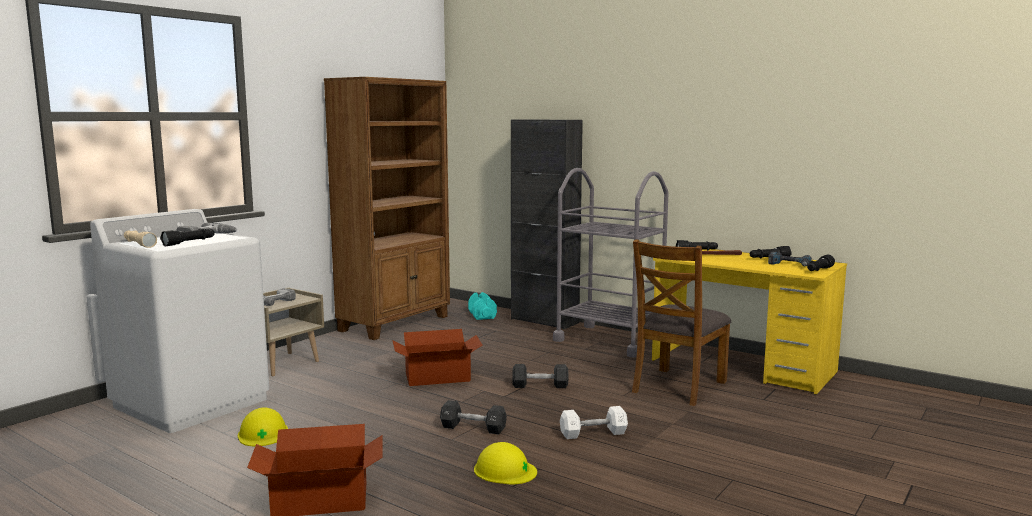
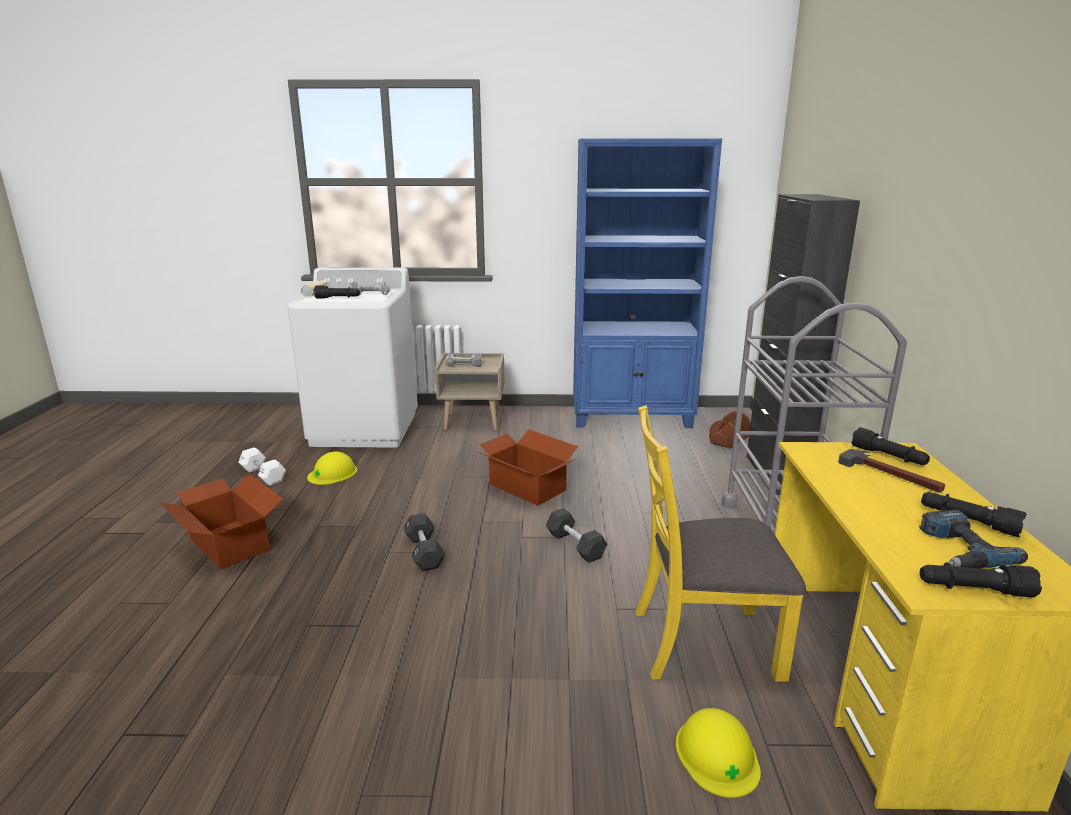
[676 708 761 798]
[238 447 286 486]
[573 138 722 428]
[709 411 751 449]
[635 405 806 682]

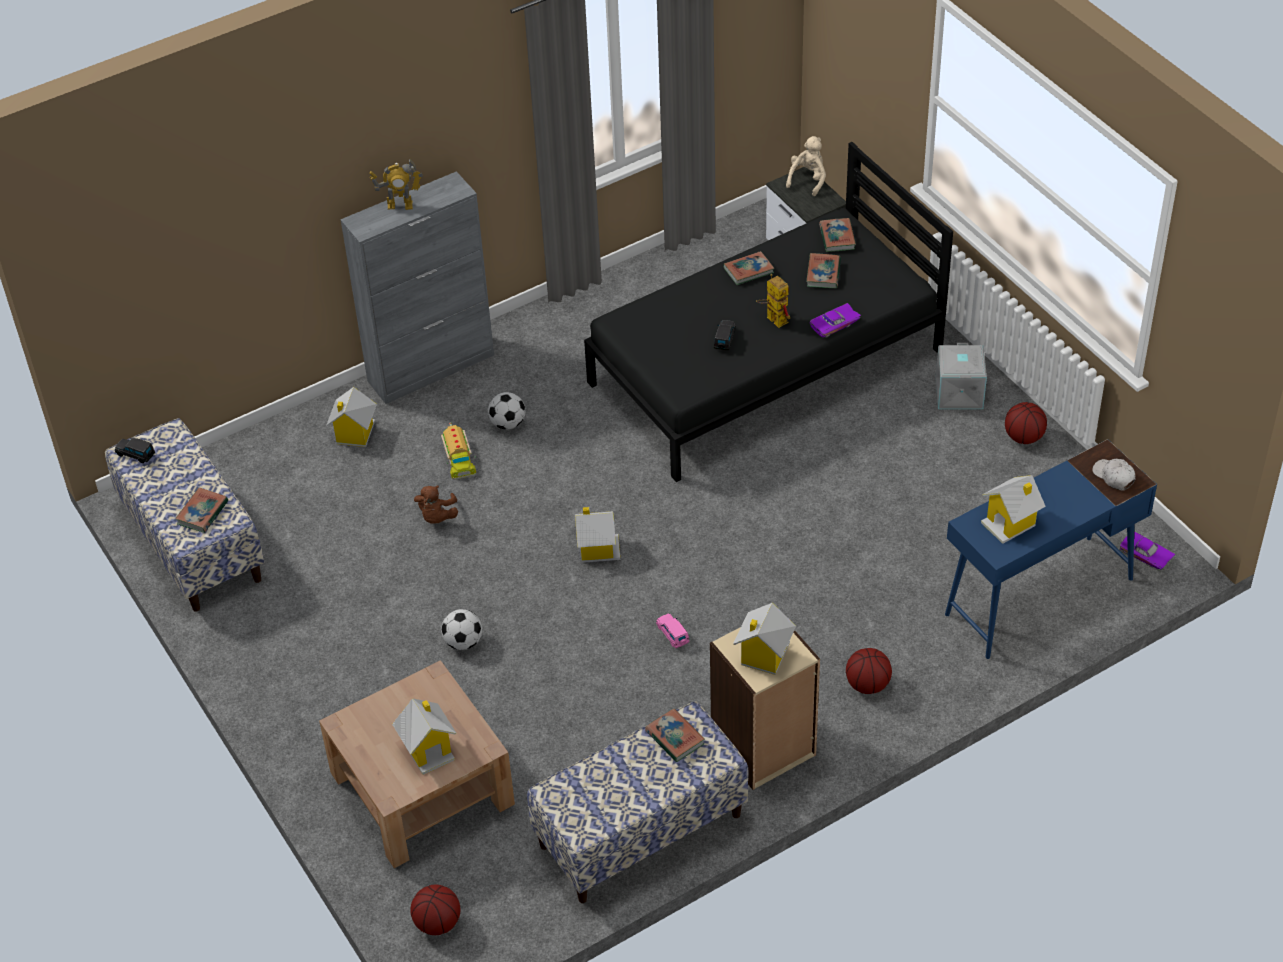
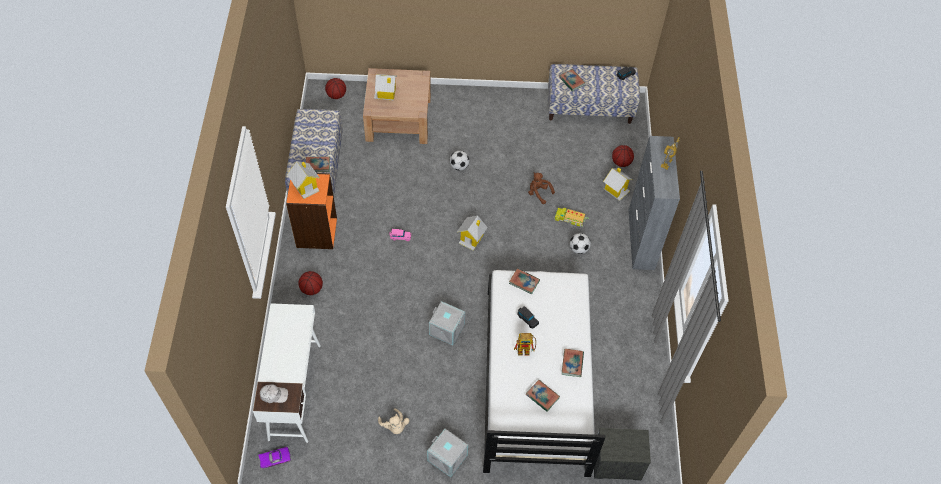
[810 303 861 338] (first image)
[981 475 1046 544] (first image)
[429 301 465 345]
[378 408 410 434]
[509 268 540 295]
[612 145 634 167]
[483 270 605 477]
[286 173 337 249]
[253 303 321 443]

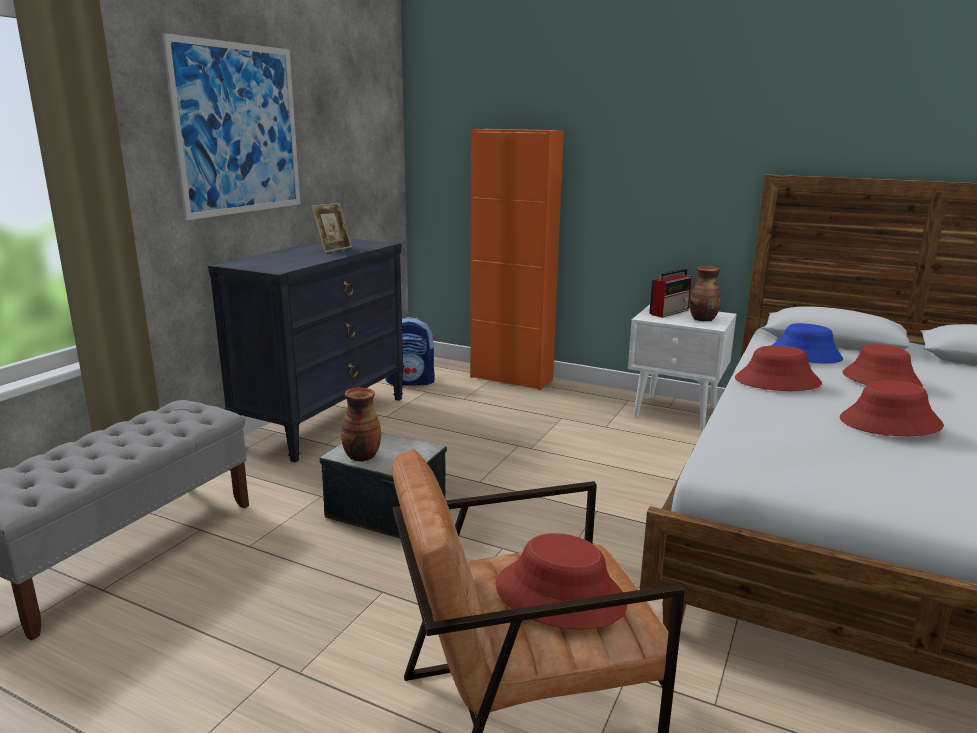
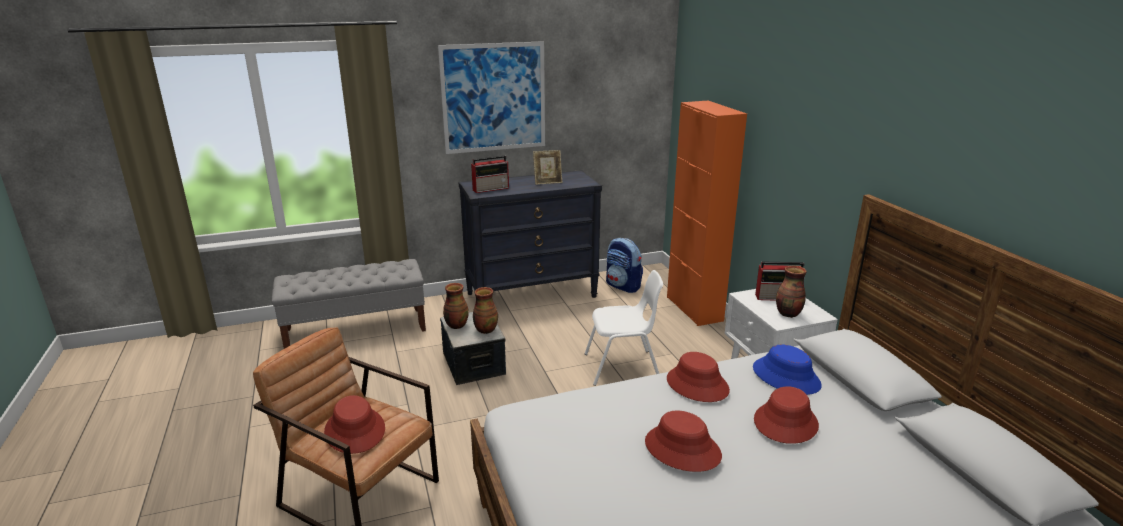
[471 156 509 193]
[473 287 498 334]
[585 270 663 386]

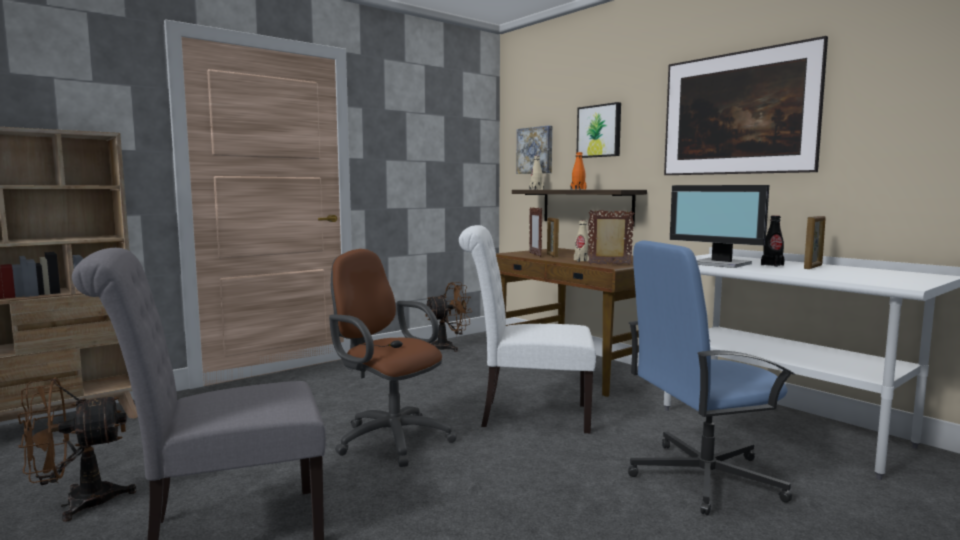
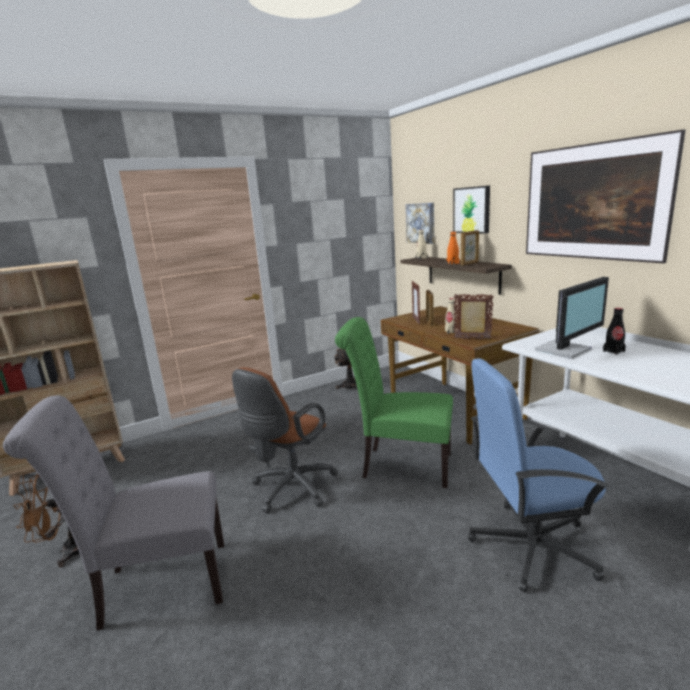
[461 230 479 265]
[335 317 453 488]
[232 367 338 513]
[535 277 609 359]

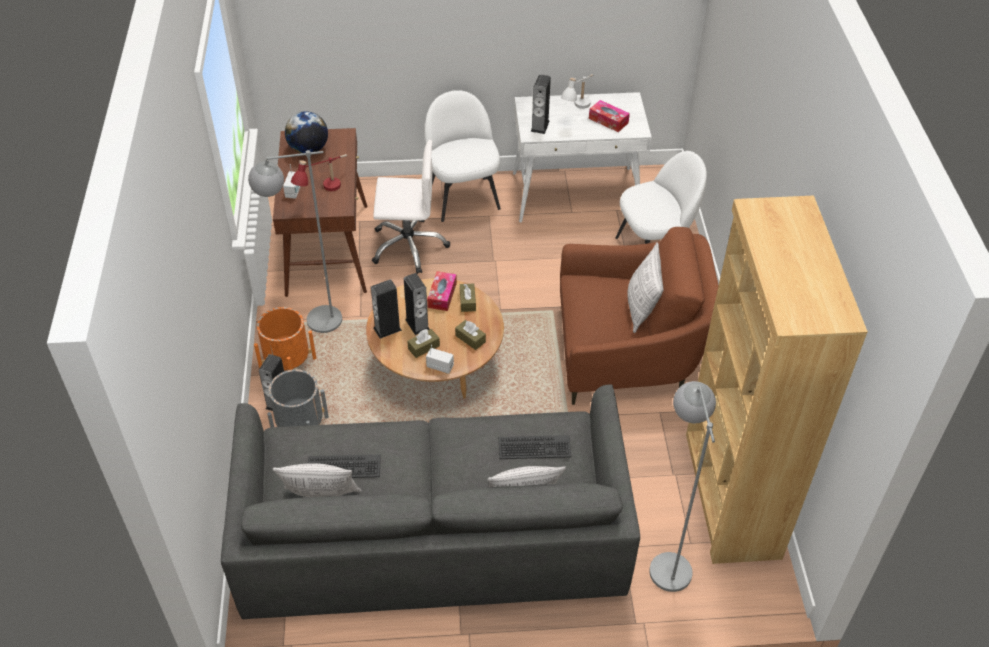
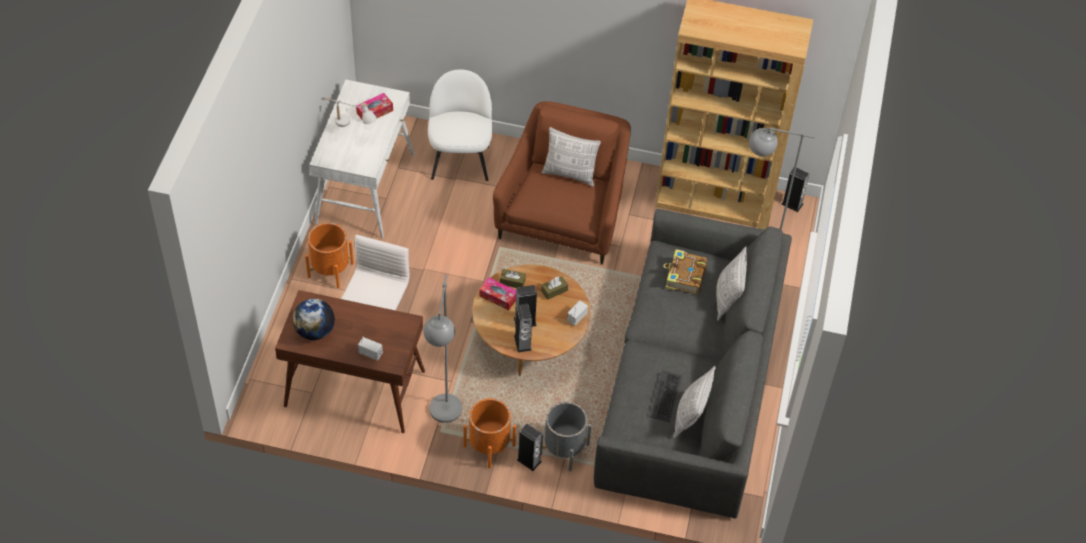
[291 154 347 191] (first image)
[407 329 440 358] (first image)
[782 168 809 212]
[305 223 354 288]
[663 249 707 294]

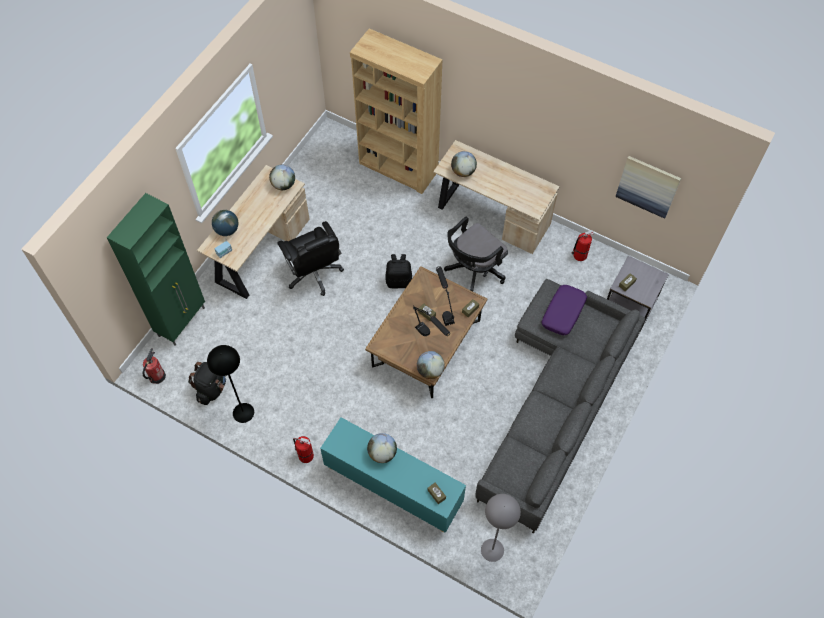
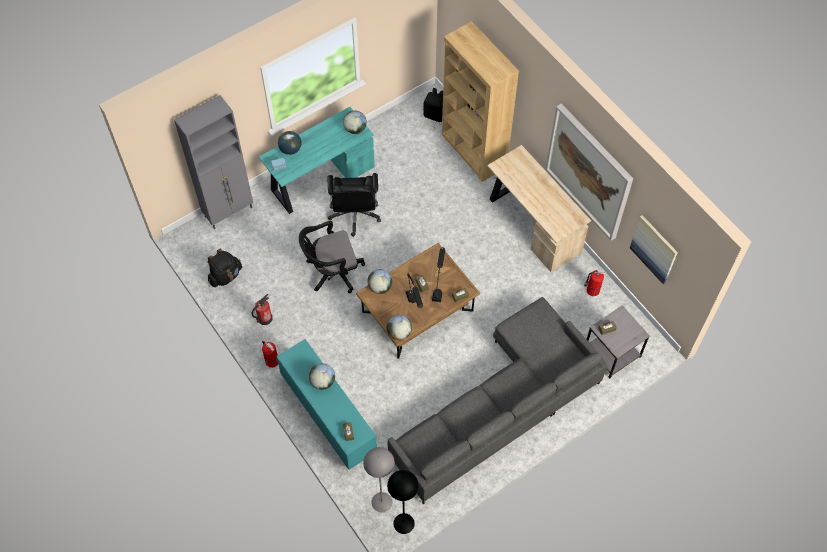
[541 285 587 335] (first image)
[545 103 633 241]
[251 294 273 325]
[387 470 419 534]
[423 88 443 122]
[299 221 365 293]
[367 269 392 294]
[174 95 253 229]
[259 107 375 214]

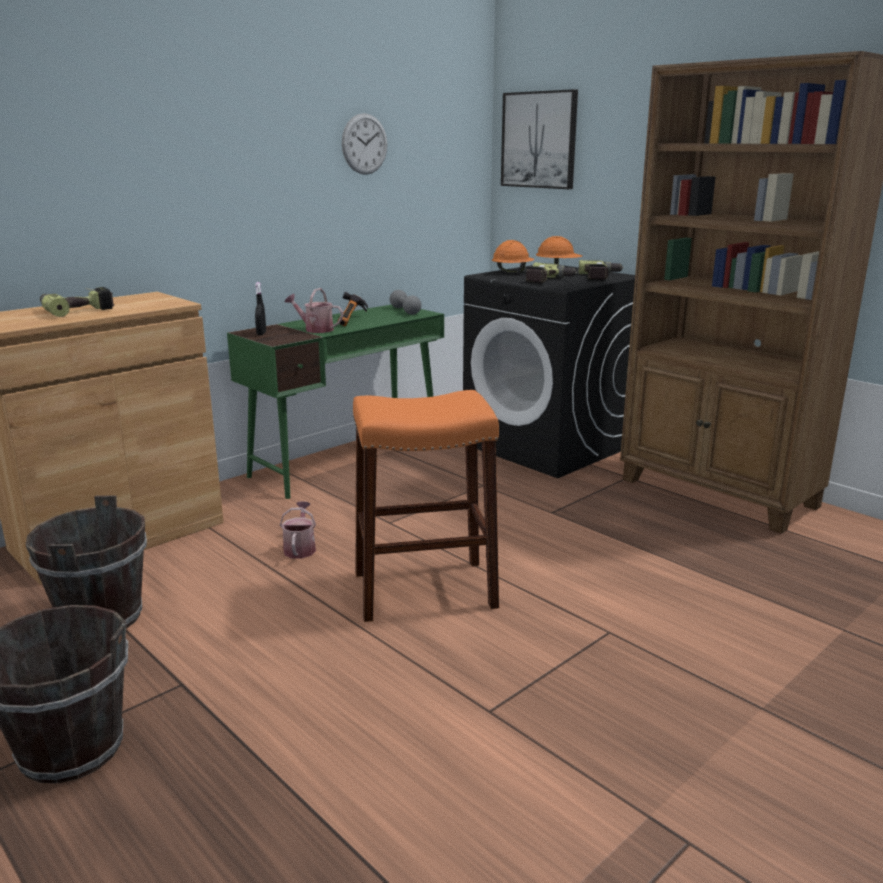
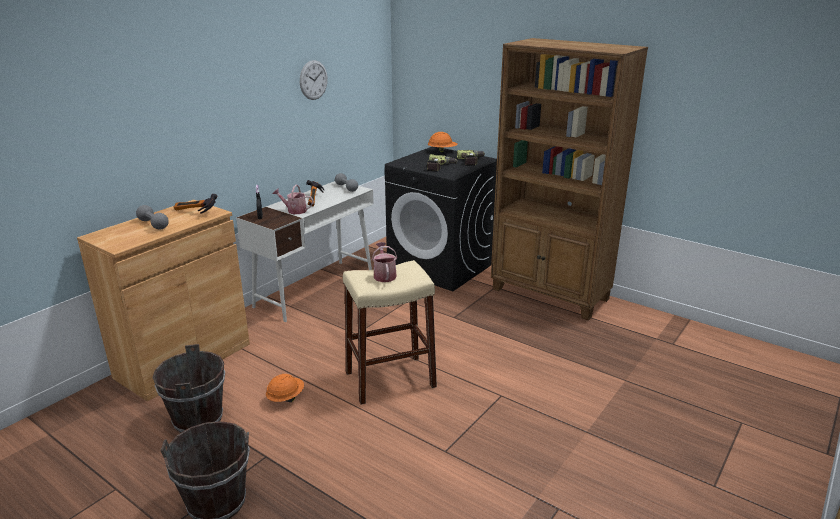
[501 89 578 189] (first image)
[174 194 218 214]
[372 242 397 282]
[266 374 304 402]
[136 205 169 230]
[236 181 374 322]
[343 260 437 405]

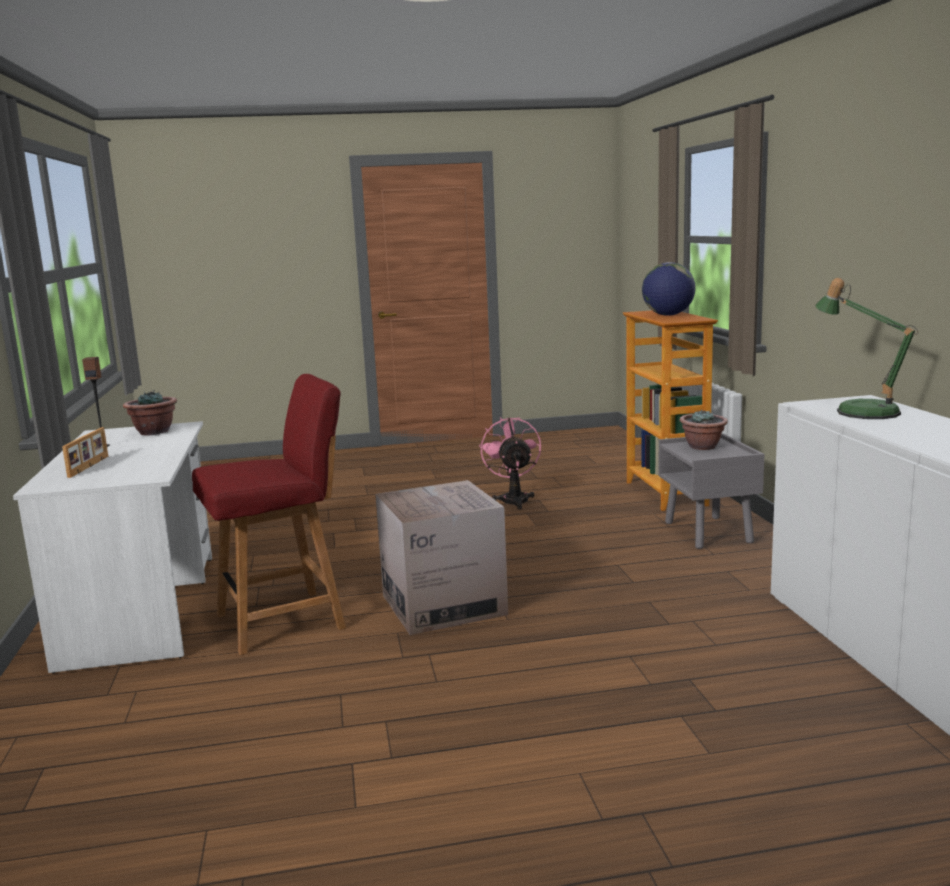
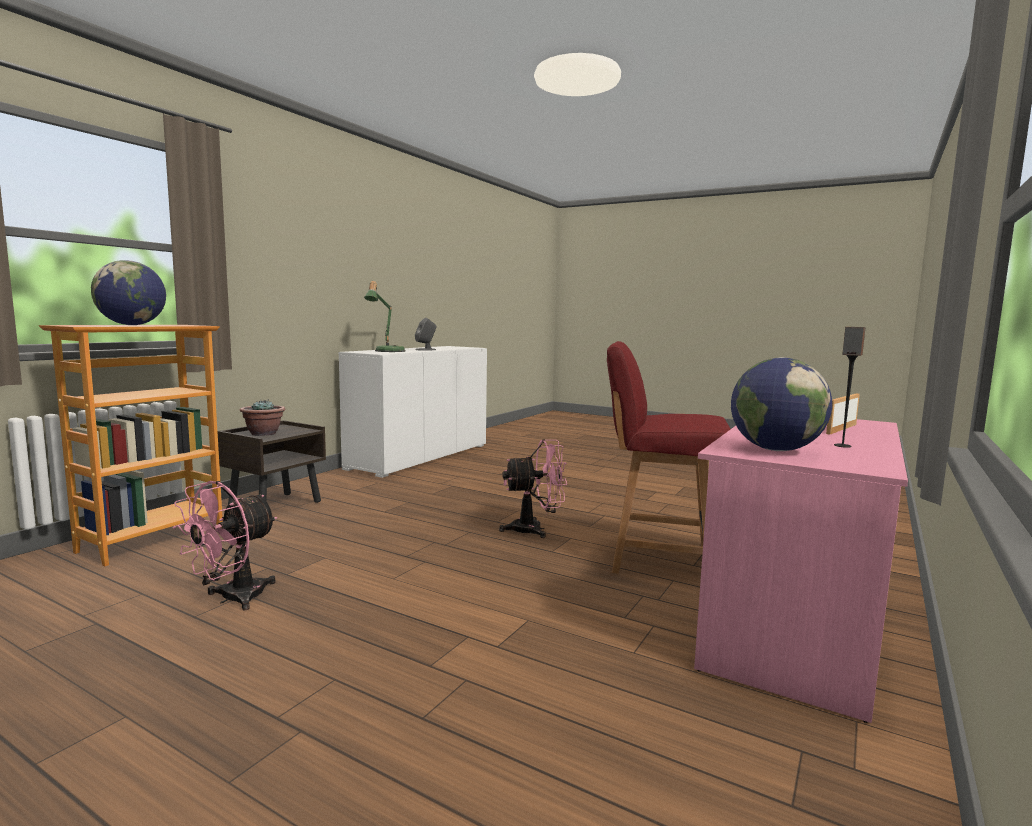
[415 318 436 350]
[731 358 832 451]
[499 439 567 538]
[694 419 908 723]
[217 420 326 504]

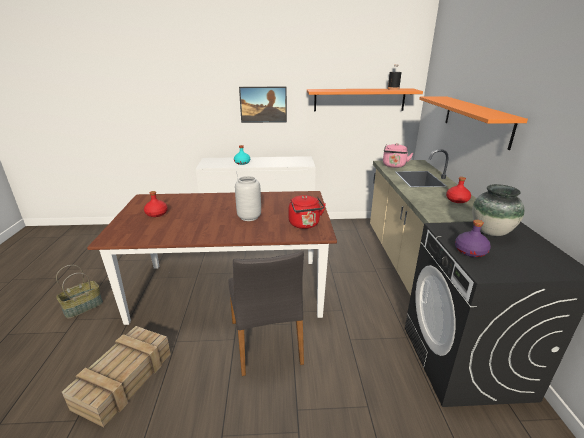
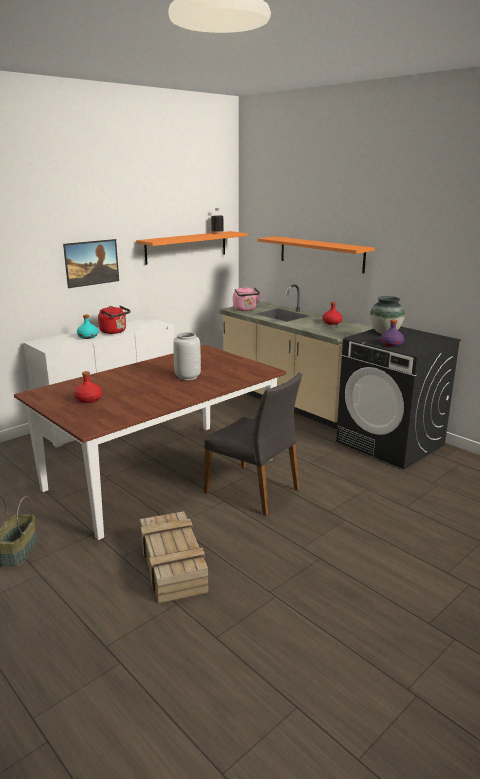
[98 306 130 334]

